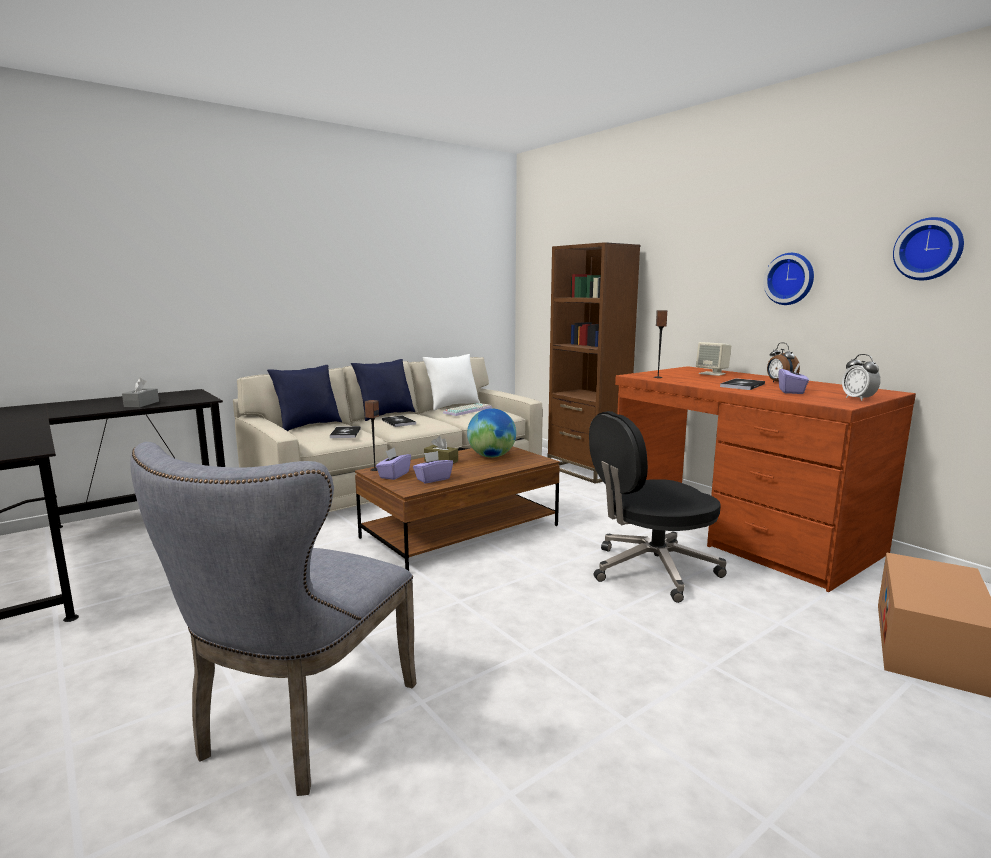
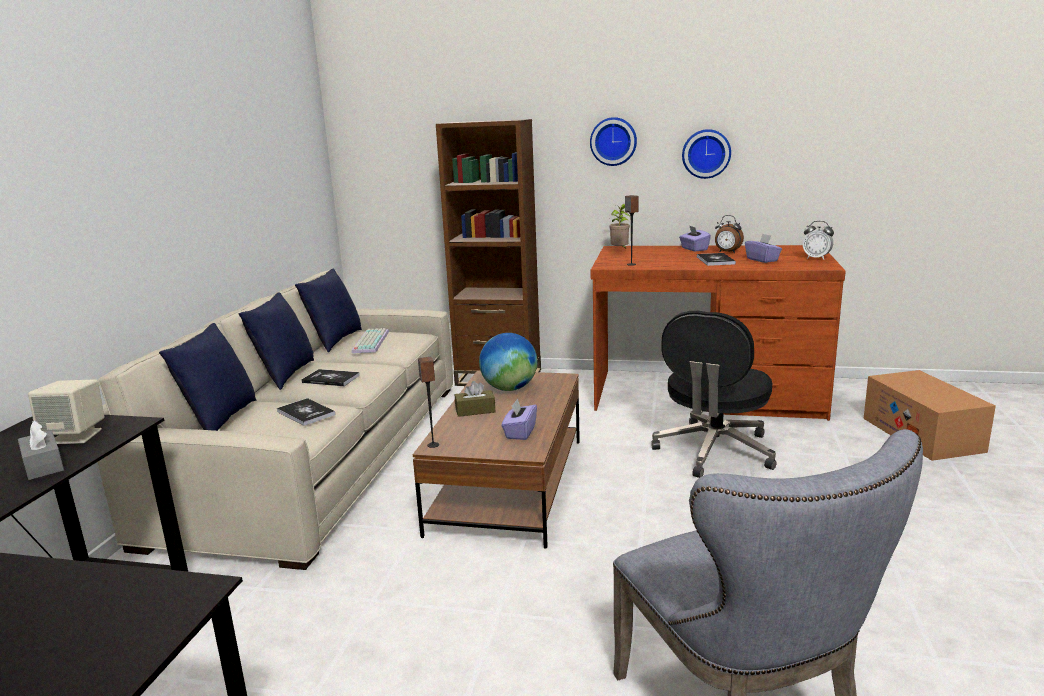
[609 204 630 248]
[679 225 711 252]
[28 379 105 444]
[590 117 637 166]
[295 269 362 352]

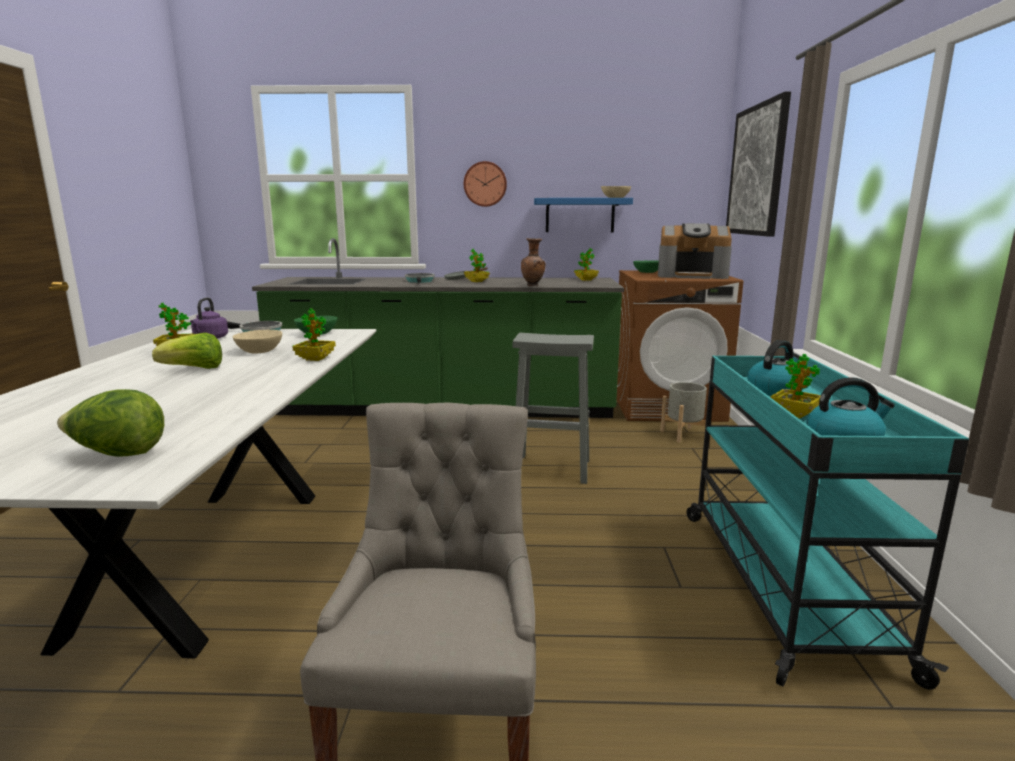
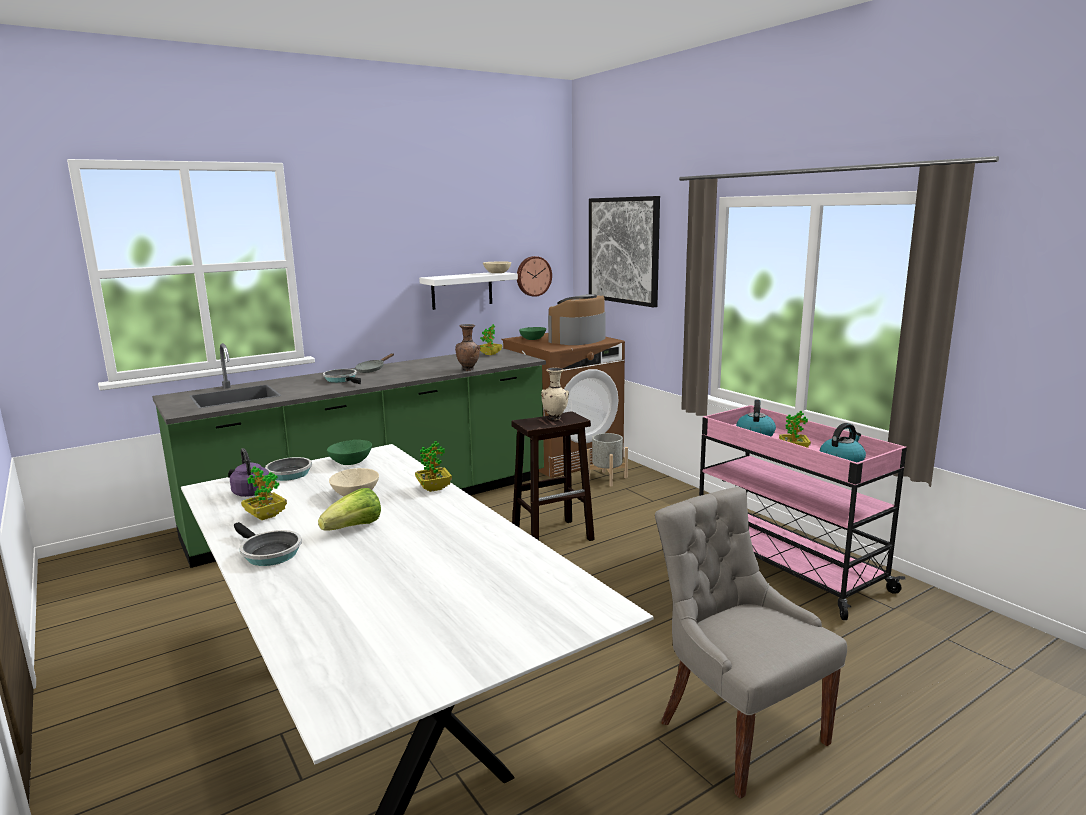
[57 389 164 457] (first image)
[464 249 490 282] (first image)
[234 522 302 566]
[541 368 569 420]
[517 256 552 297]
[511 411 595 541]
[419 272 518 310]
[699 405 907 620]
[548 294 606 345]

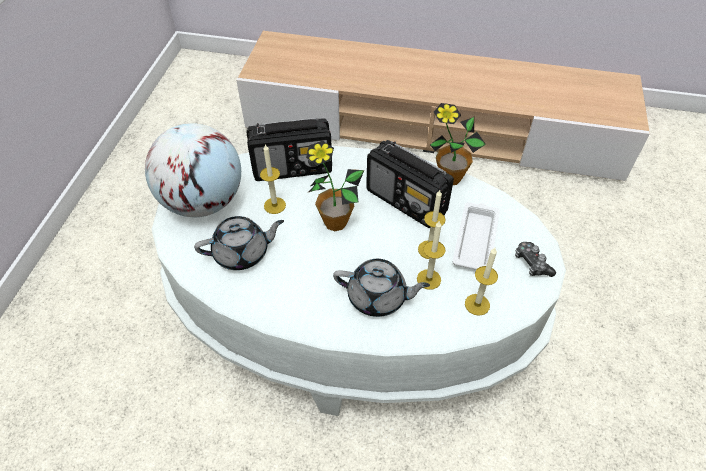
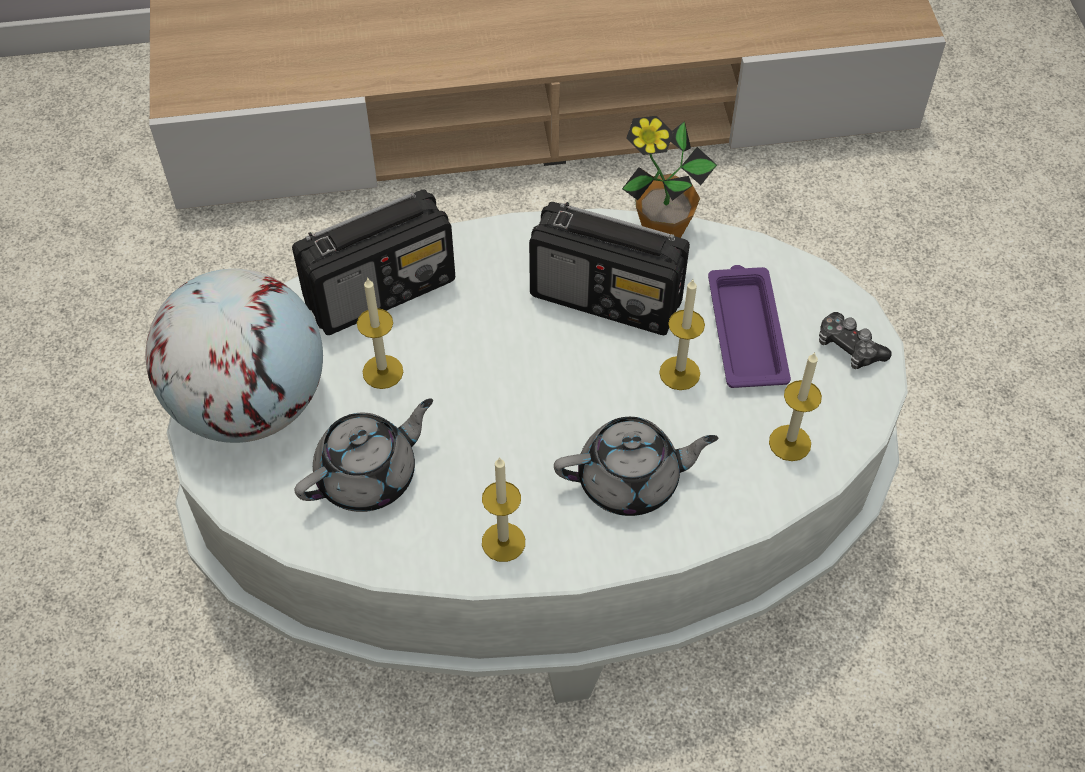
[306 141 364 231] (first image)
[482 457 525 562]
[708 265 791 388]

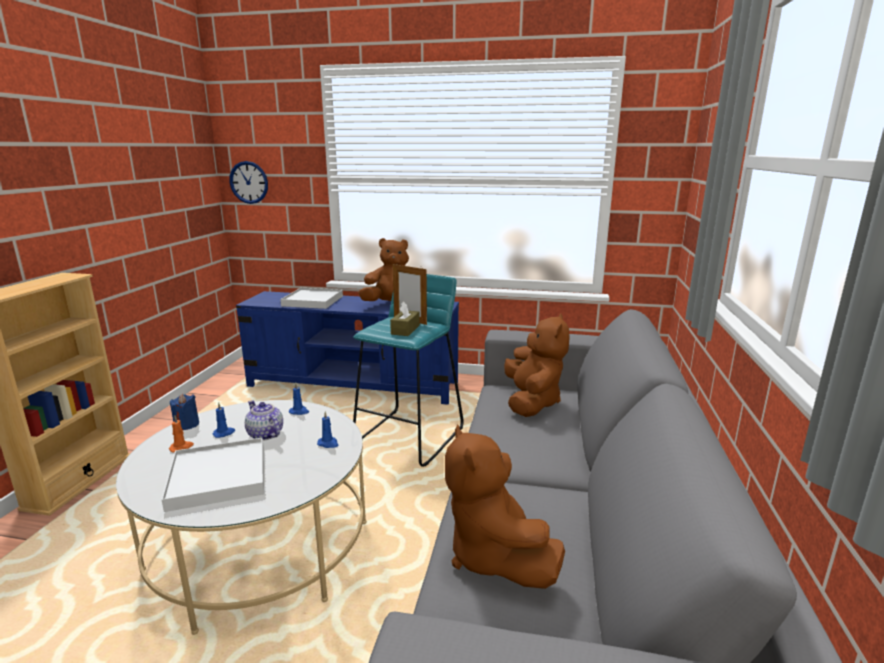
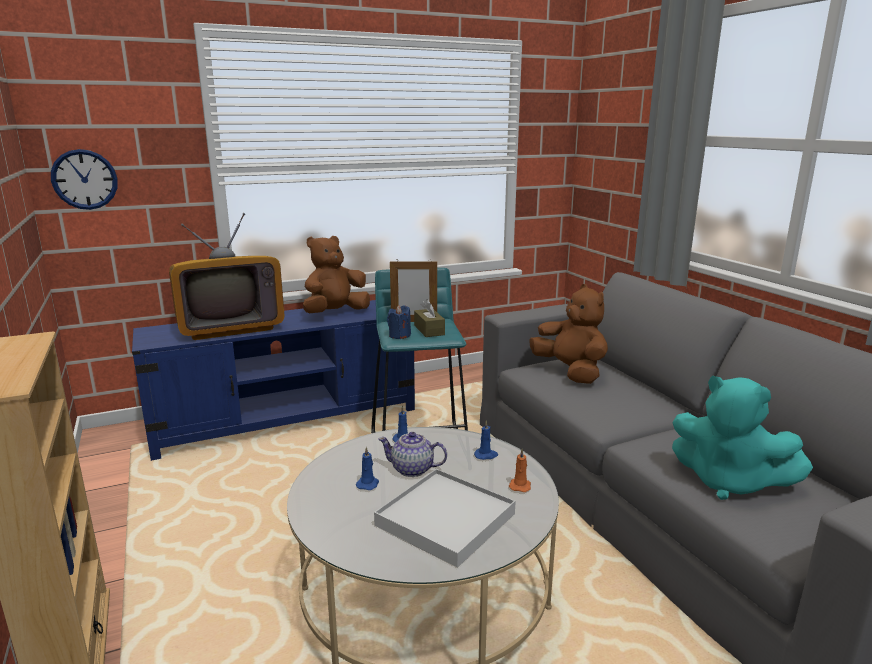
[509 449 531 492]
[387 305 411 339]
[169 213 285 340]
[672 376 813 500]

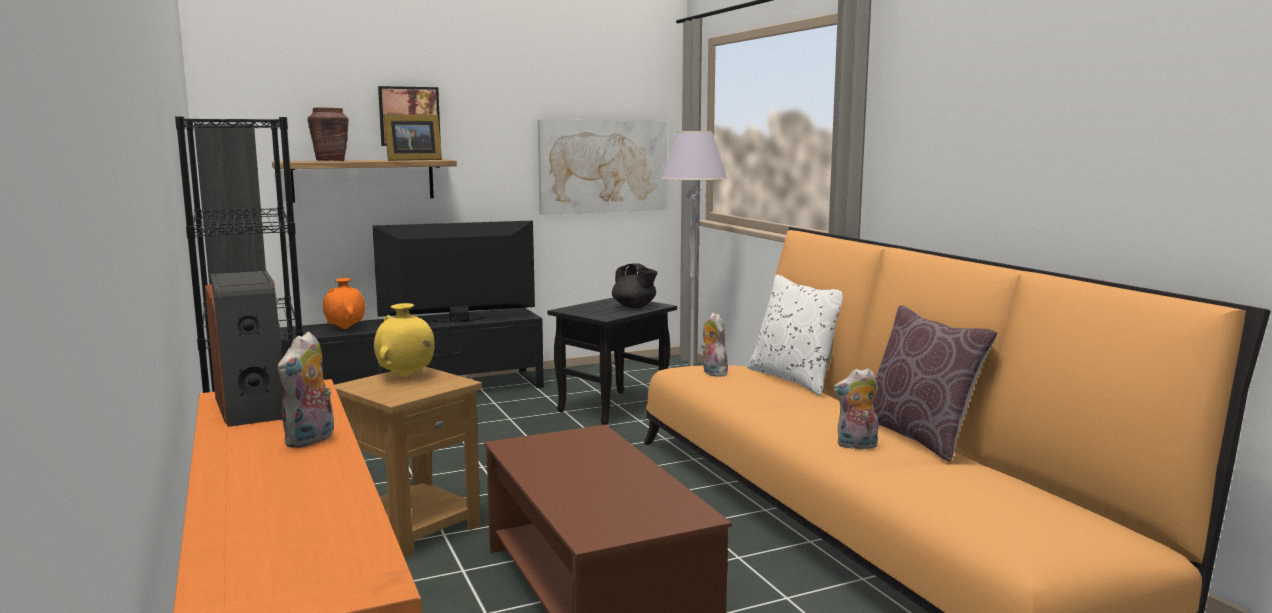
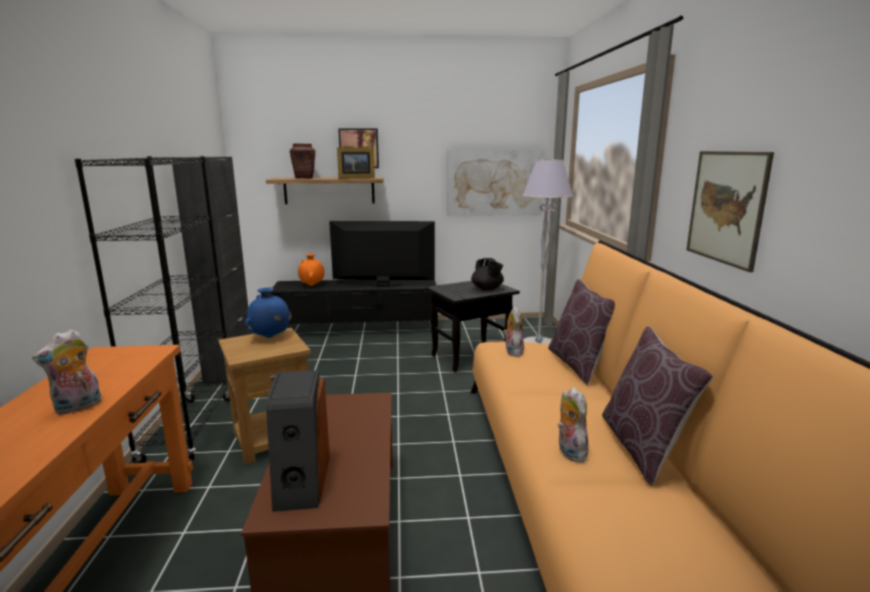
[686 151 774 272]
[266 370 330 512]
[245 287 292 338]
[548 279 615 385]
[558 387 589 462]

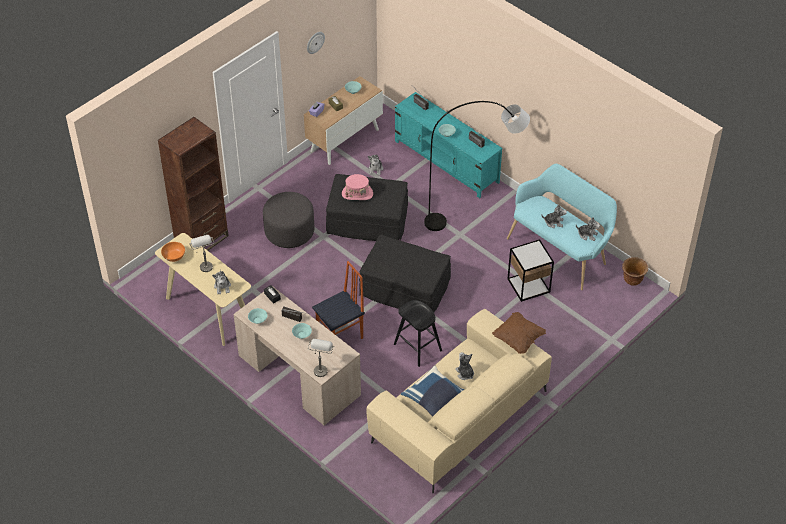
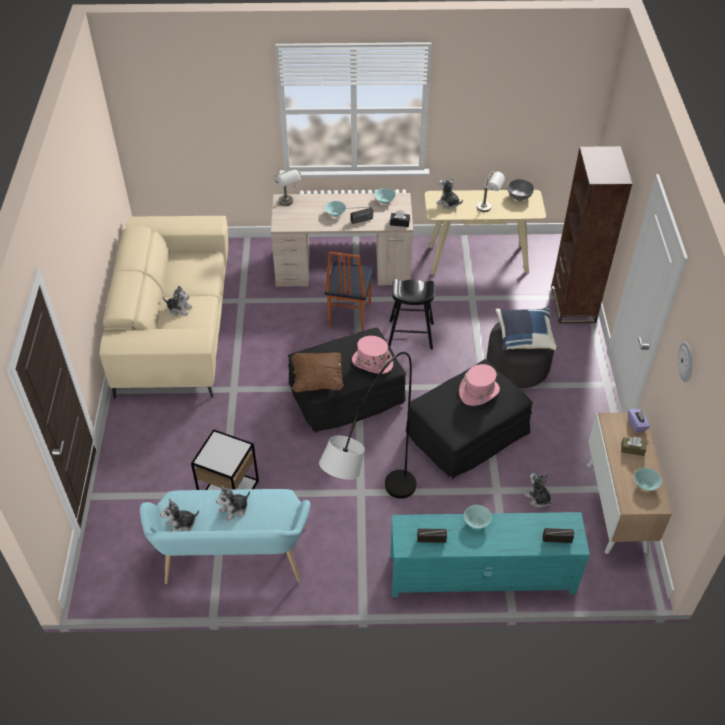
[622 257 648 286] (first image)
[352 336 393 374]
[388 279 435 350]
[496 306 558 350]
[292 352 344 392]
[507 179 534 201]

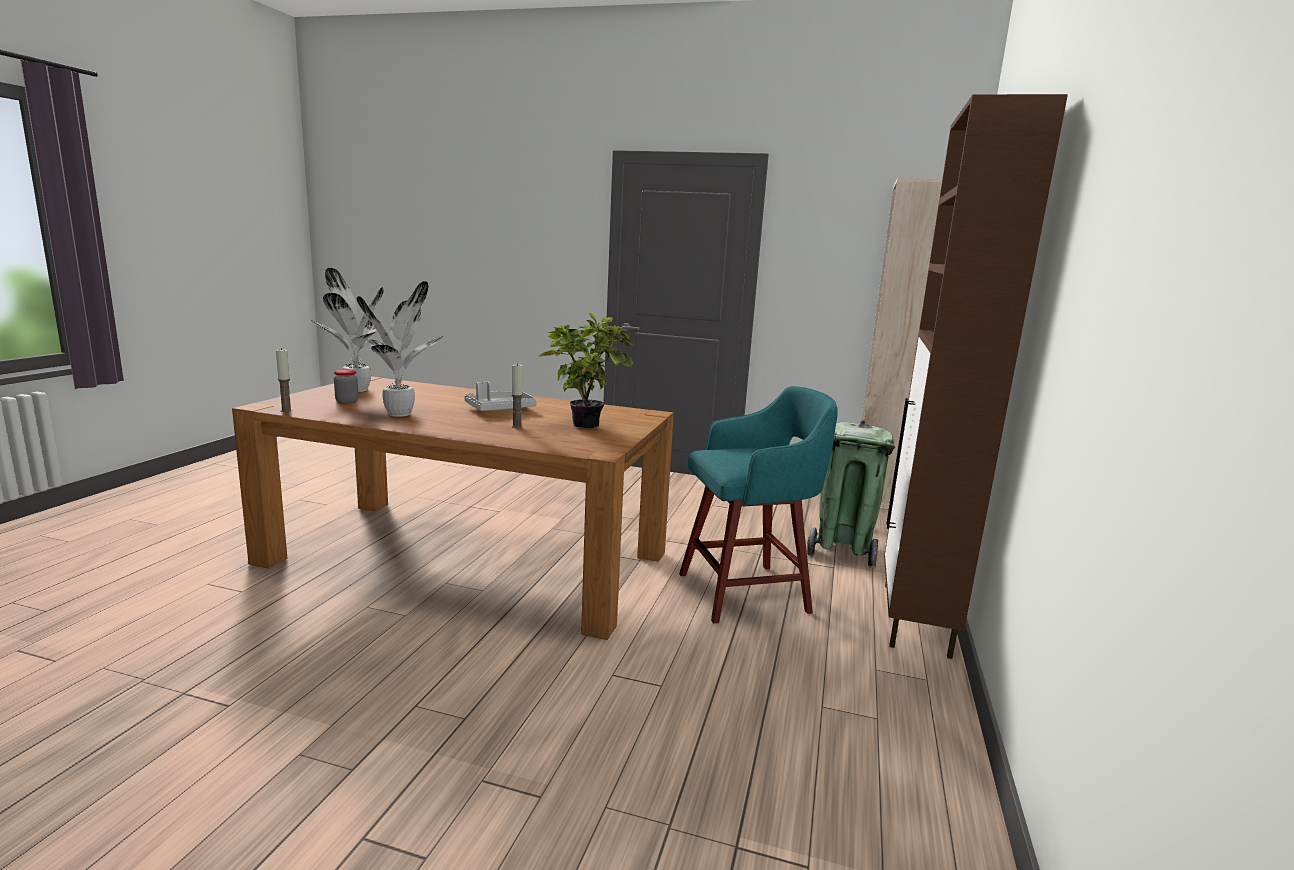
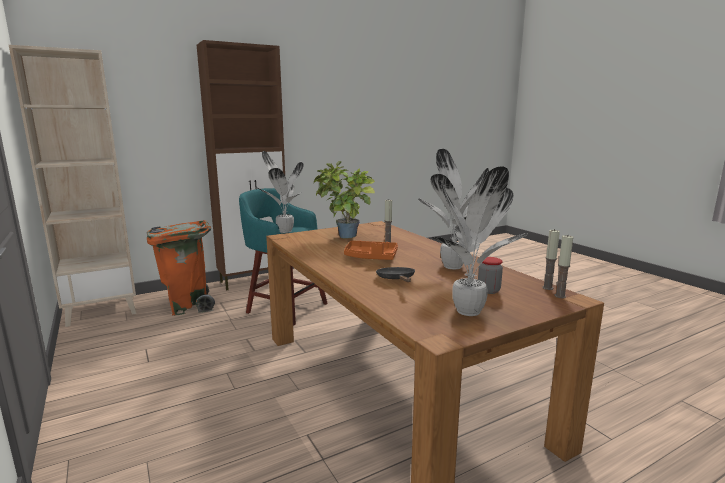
[256 151 304 233]
[376 267 415 282]
[554 235 573 298]
[344 240 398 260]
[147 220 215 316]

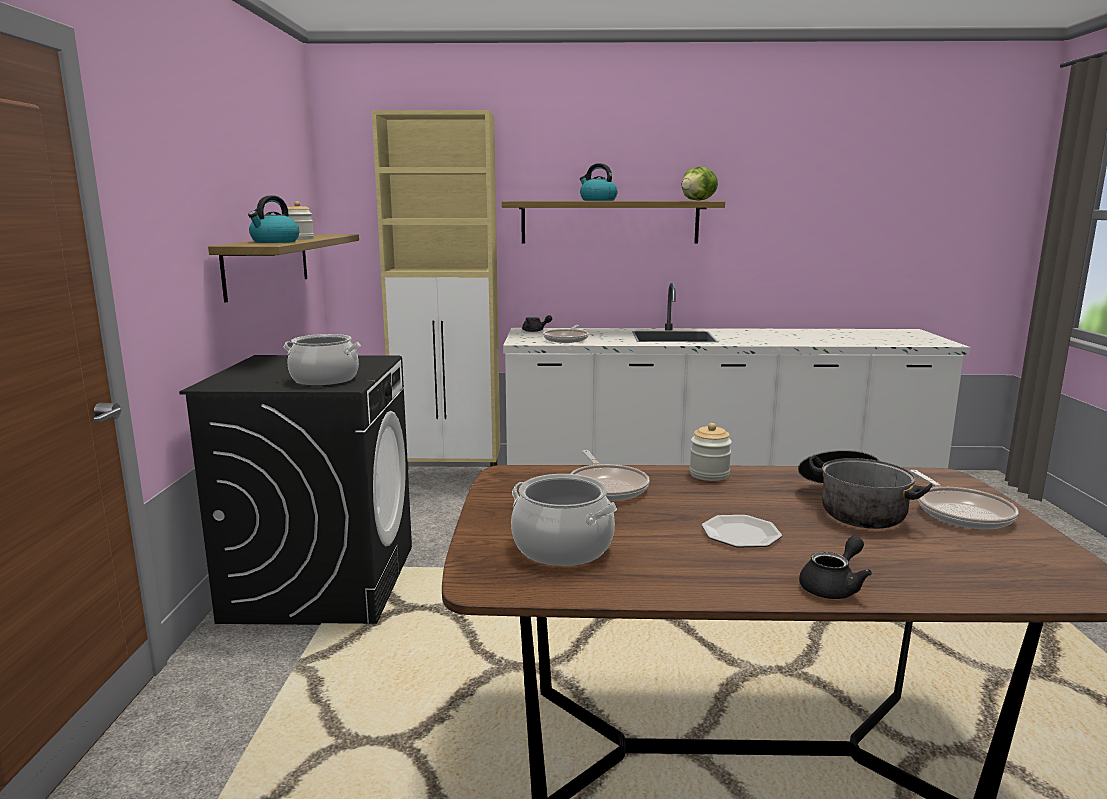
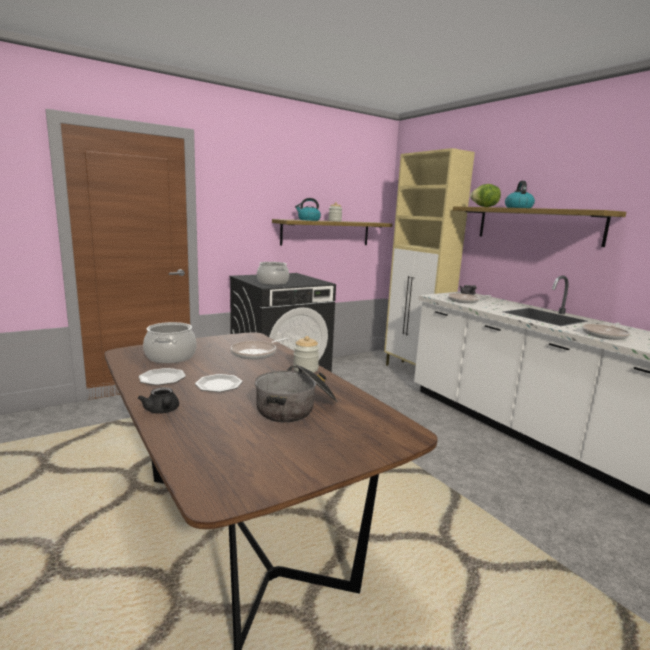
[139 368 186 385]
[470 184 501 207]
[582 323 630 340]
[138 387 179 413]

